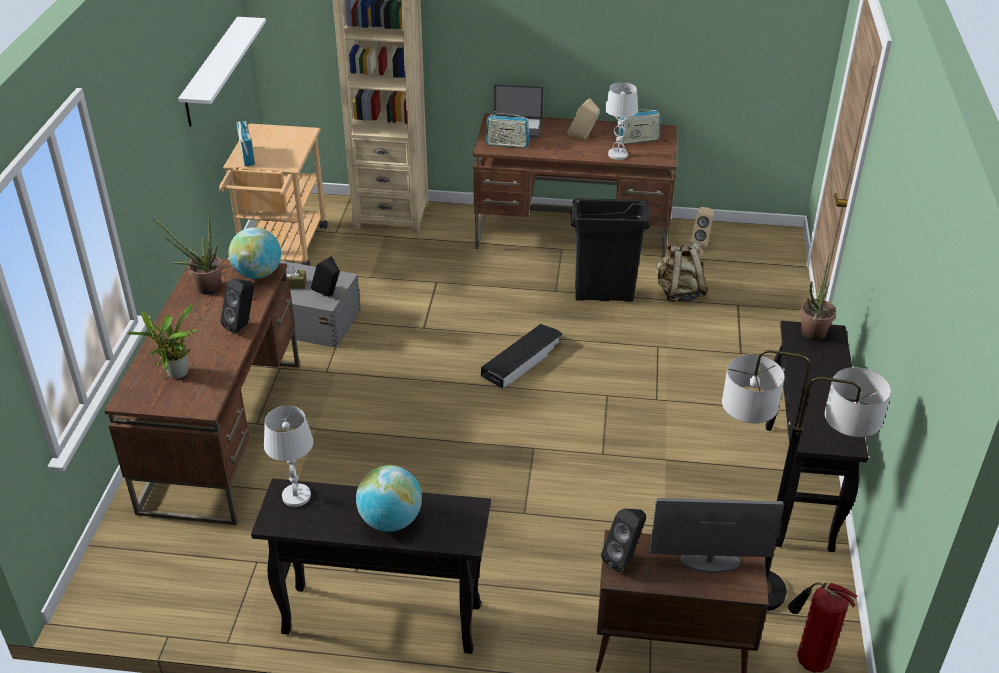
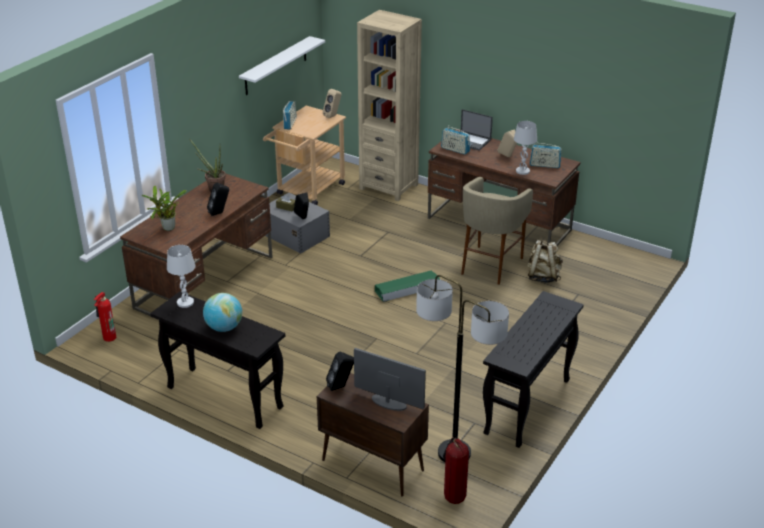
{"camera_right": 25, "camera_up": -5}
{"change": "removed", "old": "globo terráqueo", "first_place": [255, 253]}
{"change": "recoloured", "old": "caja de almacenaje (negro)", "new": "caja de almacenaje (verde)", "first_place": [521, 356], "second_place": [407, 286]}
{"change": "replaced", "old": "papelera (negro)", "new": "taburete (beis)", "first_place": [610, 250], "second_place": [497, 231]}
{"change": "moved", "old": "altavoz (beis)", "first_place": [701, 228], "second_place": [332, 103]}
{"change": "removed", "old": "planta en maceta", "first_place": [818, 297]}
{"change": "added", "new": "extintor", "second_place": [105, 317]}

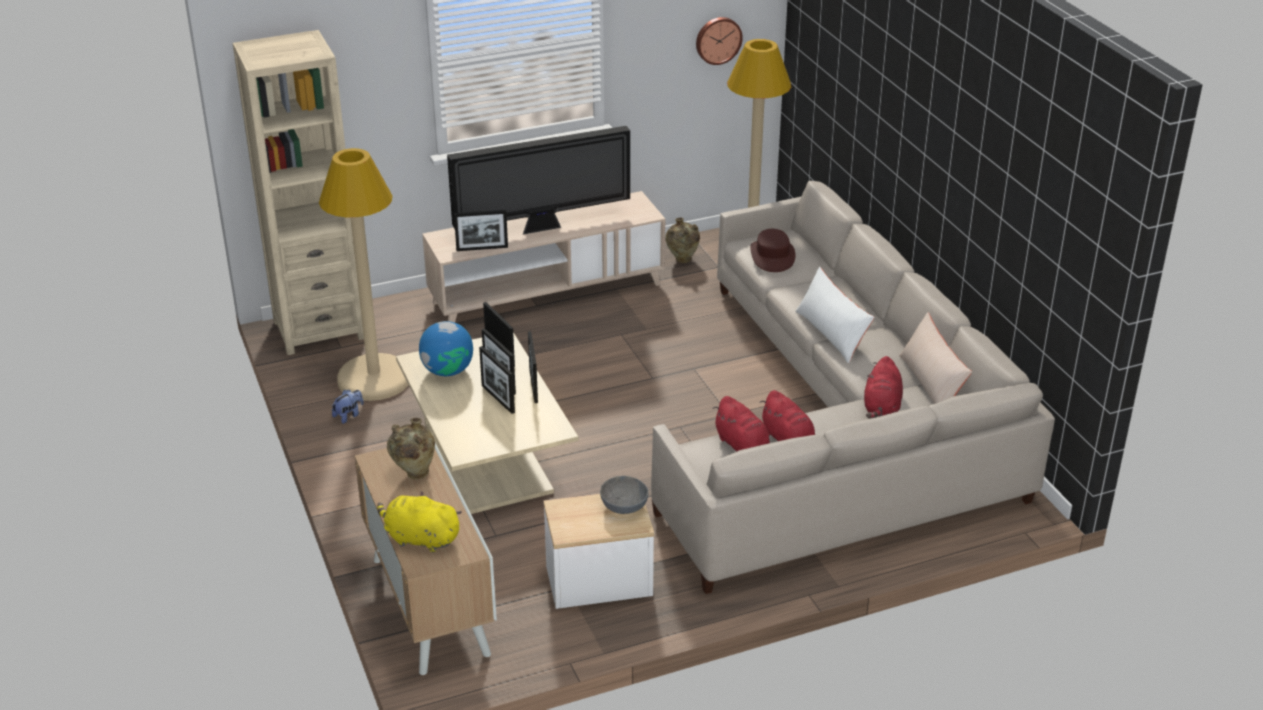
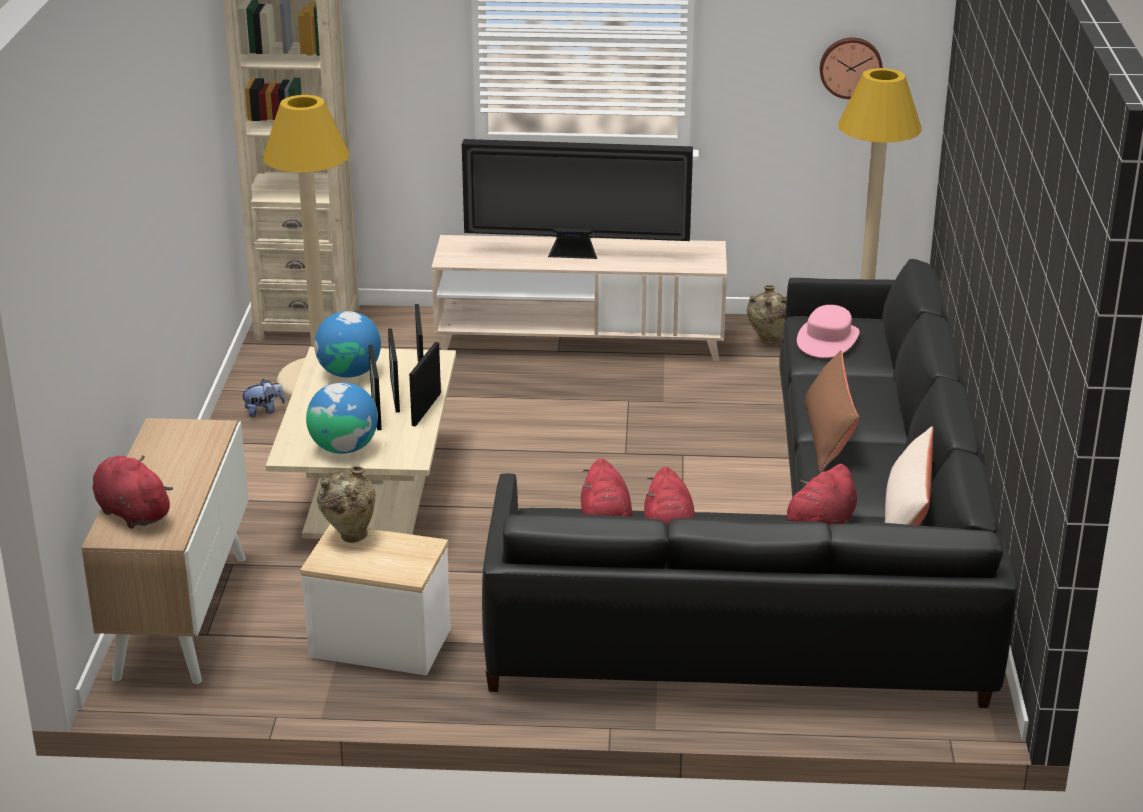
{"camera_right": 25, "camera_up": -5}
{"change": "recoloured", "old": "peluche (amarillo)", "new": "peluche (rojo)", "first_place": [419, 521], "second_place": [133, 492]}
{"change": "moved", "old": "florero (beis)", "first_place": [411, 448], "second_place": [346, 504]}
{"change": "removed", "old": "portarretratos", "first_place": [481, 230]}
{"change": "removed", "old": "cuenco (gris)", "first_place": [624, 495]}
{"change": "recoloured", "old": "sofá (beis)", "new": "sofá (negro)", "first_place": [853, 387], "second_place": [749, 483]}
{"change": "recoloured", "old": "sombrero (marrón)", "new": "sombrero (rosa)", "first_place": [773, 250], "second_place": [828, 331]}
{"change": "recoloured", "old": "cojín (blanco)", "new": "cojín (marrón)", "first_place": [835, 315], "second_place": [831, 411]}
{"change": "added", "new": "globo terráqueo", "second_place": [342, 418]}

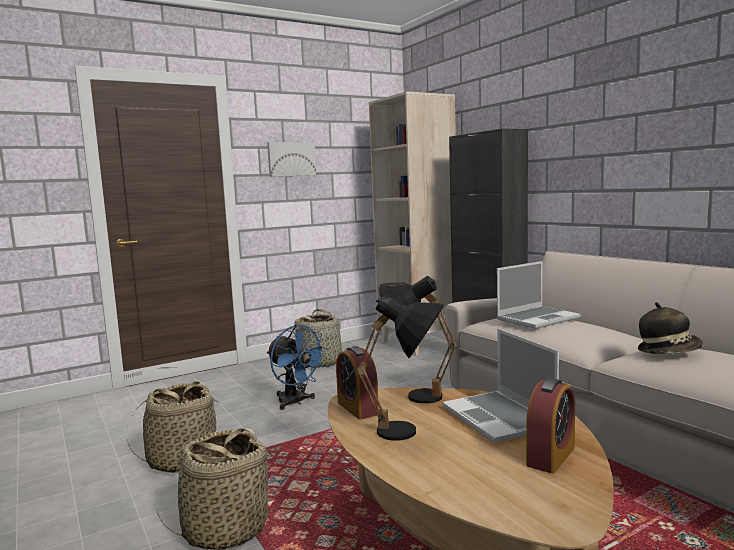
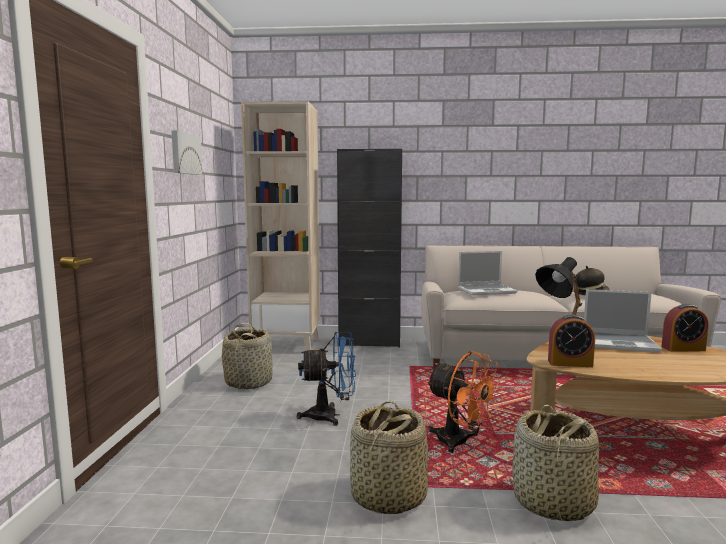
{"camera_right": -55, "camera_up": 0}
{"change": "removed", "old": "lámpara de mesa (negro)", "first_place": [400, 367]}
{"change": "turned", "old": "portátil", "first_place": [539, 295], "second_place": [487, 273], "degrees": 75}
{"change": "turned", "old": "despertador", "first_place": [550, 425], "second_place": [685, 328], "degrees": 105}
{"change": "added", "new": "ventilador (naranja)", "second_place": [463, 402]}

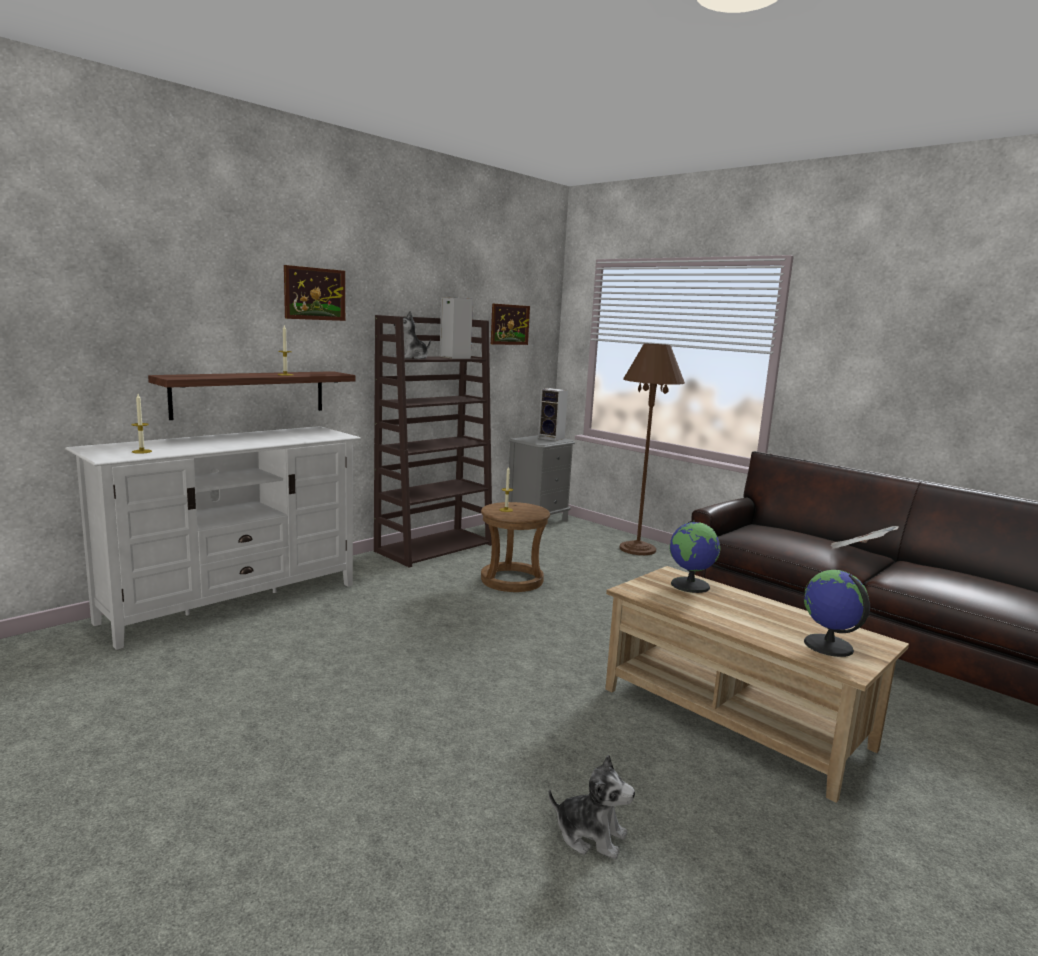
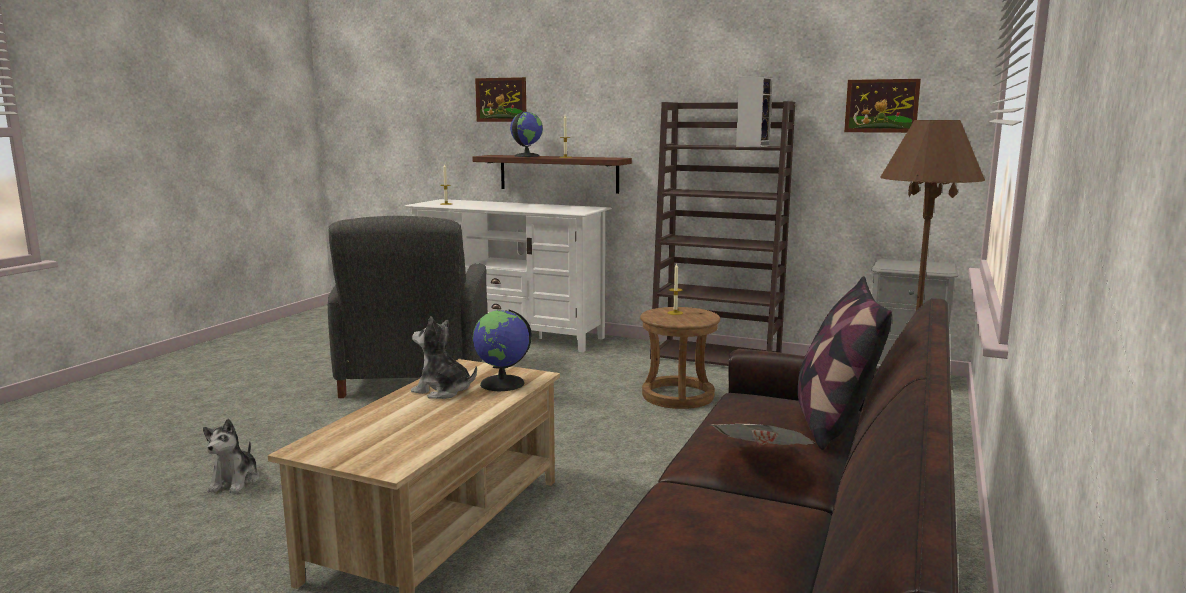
{"camera_right": 70, "camera_up": 0}
{"change": "moved", "old": "cuadro", "first_place": [314, 293], "second_place": [500, 99]}
{"change": "moved", "old": "peluche", "first_place": [412, 335], "second_place": [444, 357]}
{"change": "removed", "old": "altavoz", "first_place": [553, 414]}
{"change": "moved", "old": "globo terráqueo", "first_place": [837, 613], "second_place": [526, 134]}
{"change": "added", "new": "sillón (gris)", "second_place": [407, 307]}
{"change": "added", "new": "cojín", "second_place": [845, 363]}

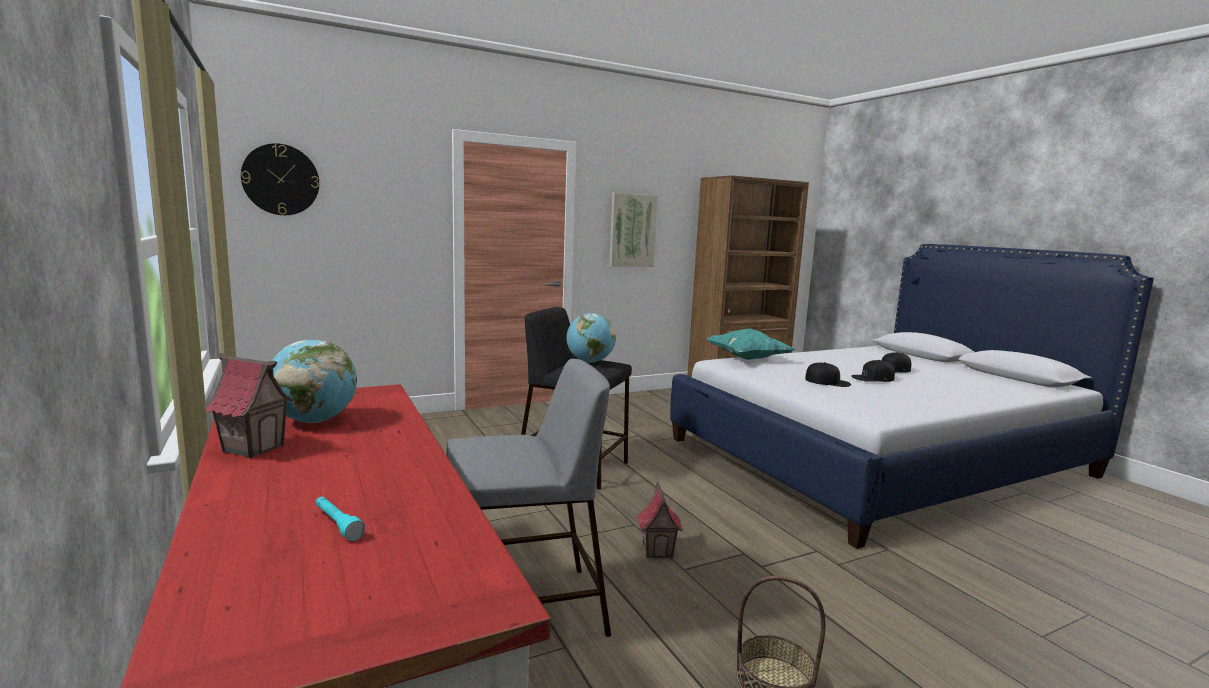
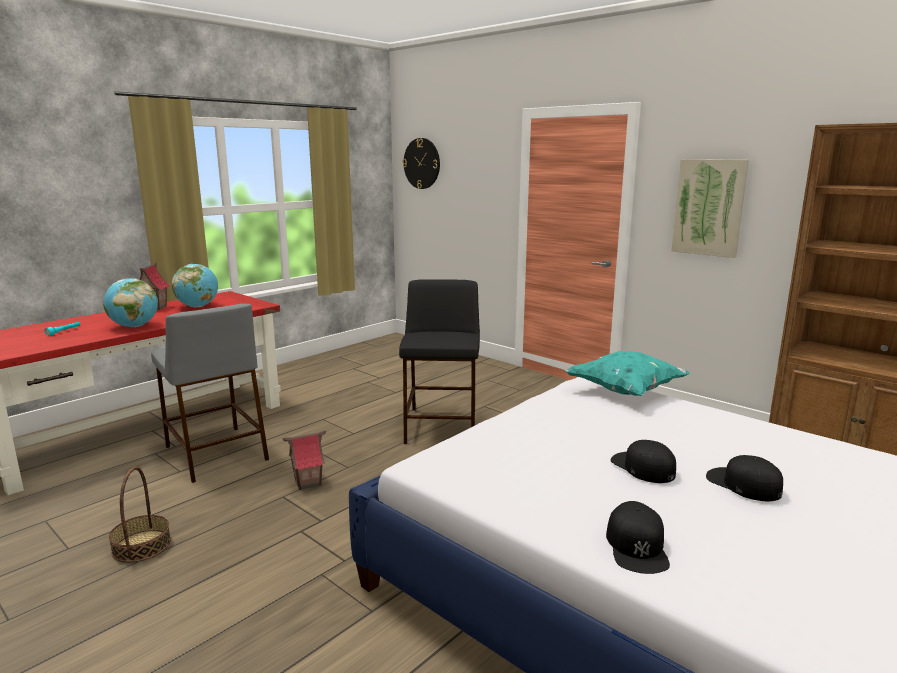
{"camera_right": 70, "camera_up": 5}
{"change": "moved", "old": "globo terráqueo", "first_place": [591, 338], "second_place": [130, 302]}
{"change": "moved", "old": "gorra (negro)", "first_place": [828, 374], "second_place": [638, 537]}

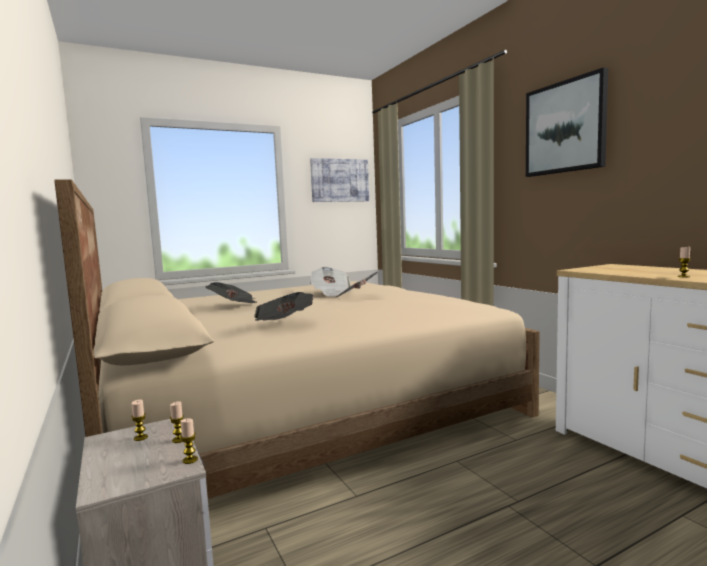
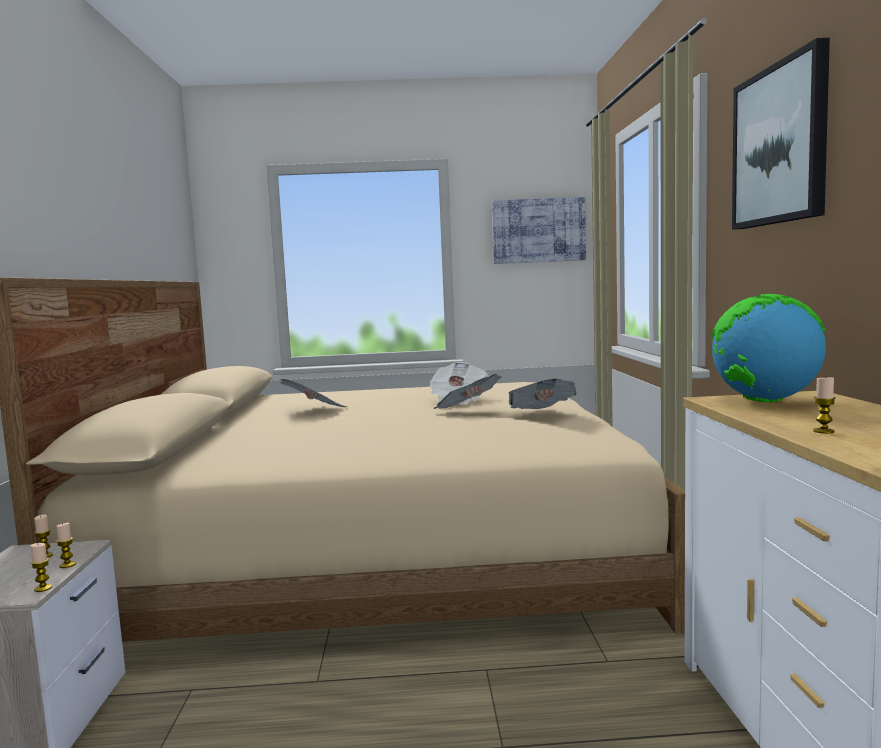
{"camera_right": 25, "camera_up": 0}
{"change": "moved", "old": "periódico", "first_place": [283, 306], "second_place": [543, 394]}
{"change": "added", "new": "globo terráqueo", "second_place": [768, 348]}

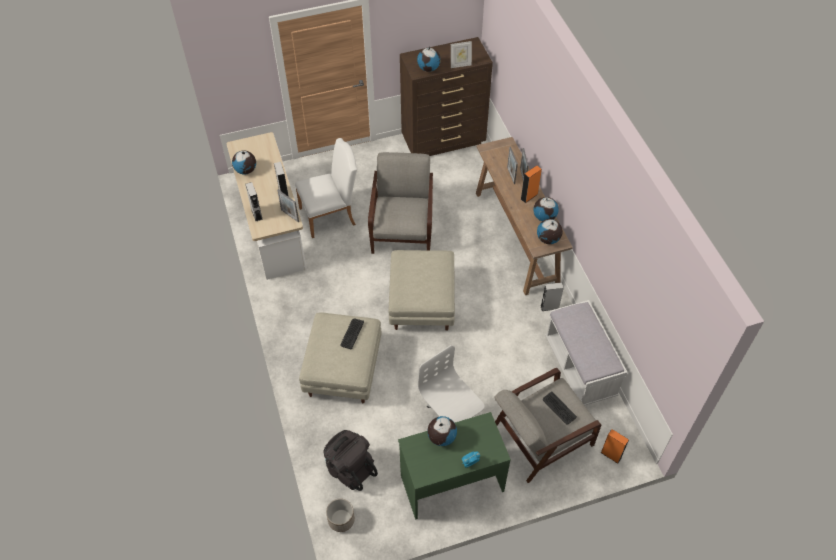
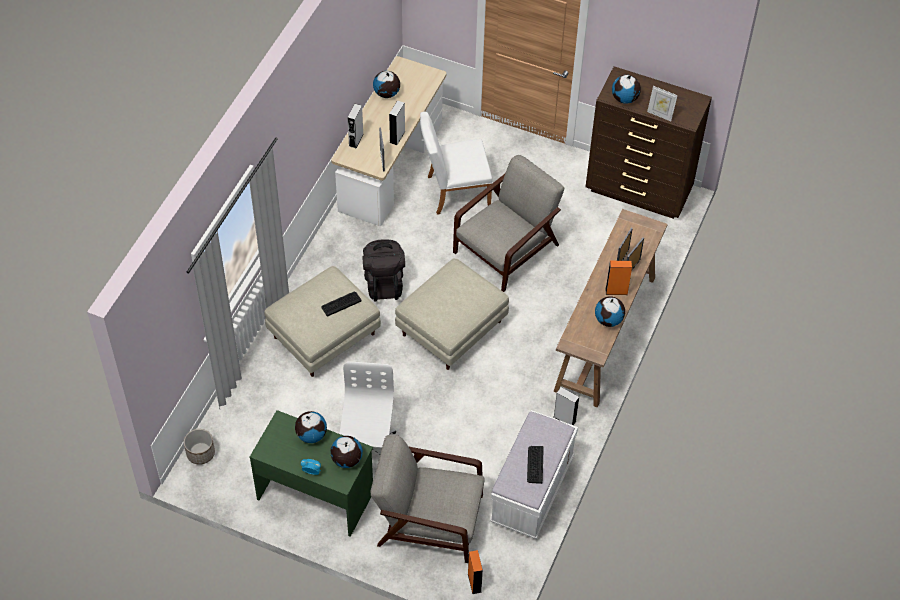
{"camera_right": 40, "camera_up": 0}
{"change": "turned", "old": "silla (blanco)", "first_place": [326, 188], "second_place": [456, 163], "degrees": 150}
{"change": "moved", "old": "mochila (negro)", "first_place": [350, 460], "second_place": [383, 270]}
{"change": "moved", "old": "globo terráqueo", "first_place": [550, 231], "second_place": [346, 452]}
{"change": "moved", "old": "teclado", "first_place": [560, 408], "second_place": [535, 465]}

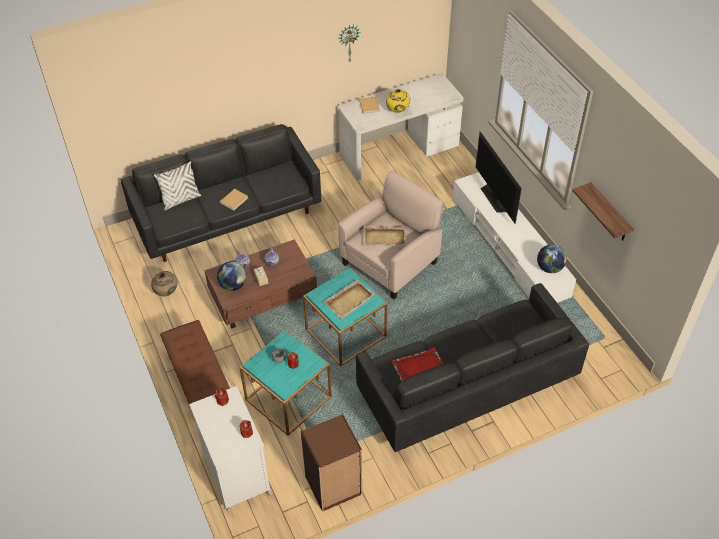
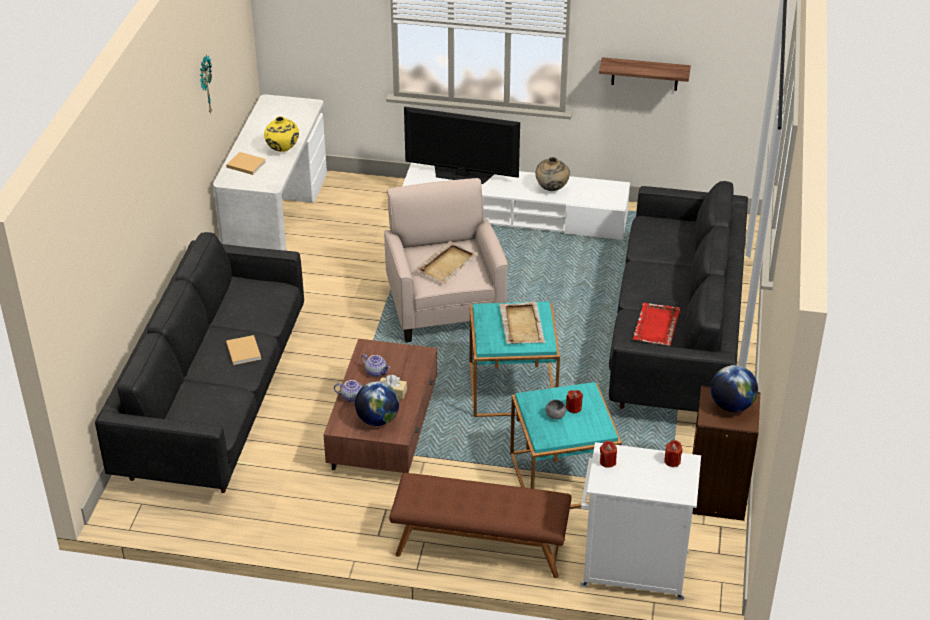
{"camera_right": -55, "camera_up": -10}
{"change": "moved", "old": "florero (beis)", "first_place": [164, 284], "second_place": [552, 174]}
{"change": "removed", "old": "cojín (blanco)", "first_place": [177, 185]}
{"change": "moved", "old": "globo terráqueo", "first_place": [552, 258], "second_place": [734, 388]}

